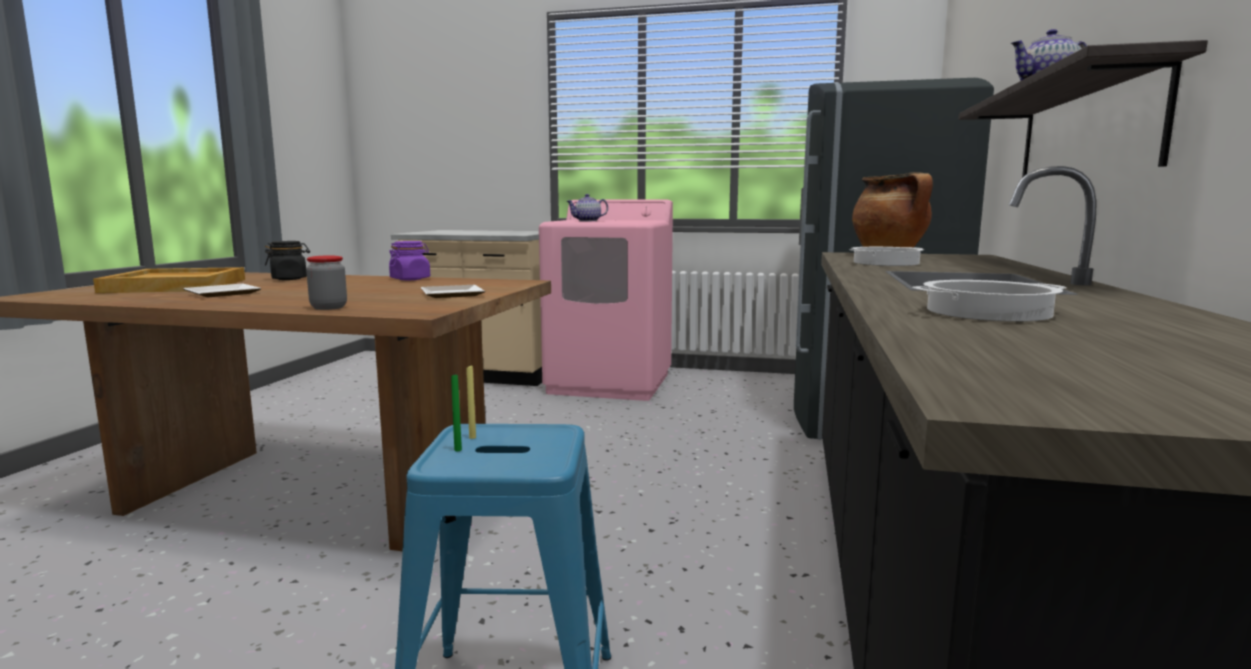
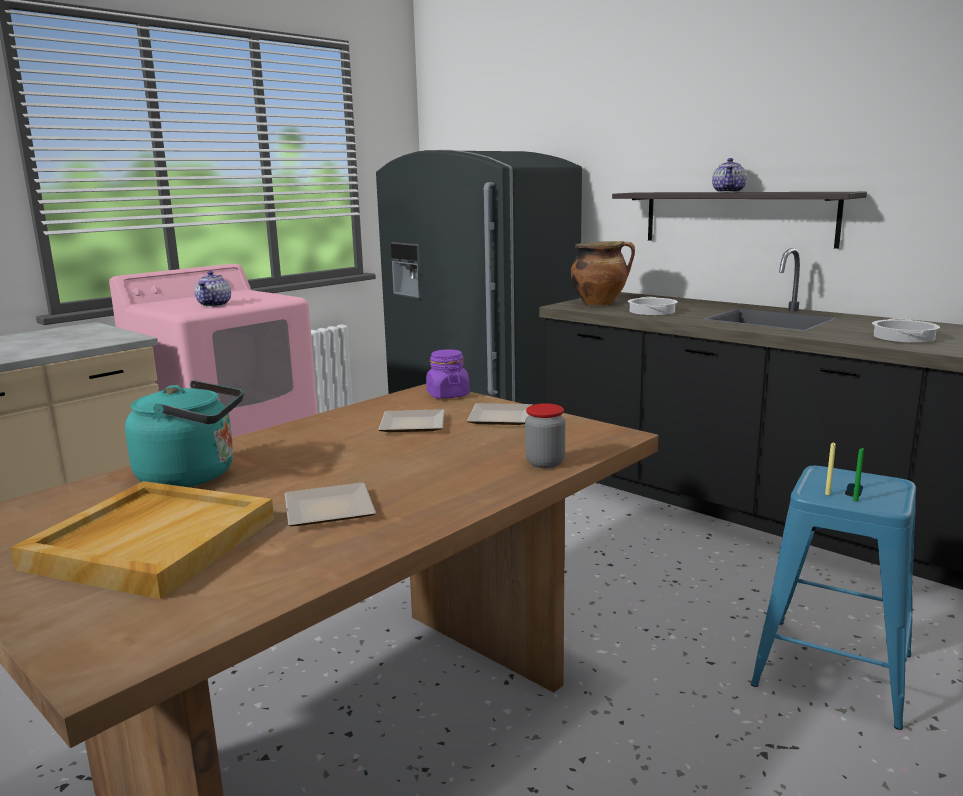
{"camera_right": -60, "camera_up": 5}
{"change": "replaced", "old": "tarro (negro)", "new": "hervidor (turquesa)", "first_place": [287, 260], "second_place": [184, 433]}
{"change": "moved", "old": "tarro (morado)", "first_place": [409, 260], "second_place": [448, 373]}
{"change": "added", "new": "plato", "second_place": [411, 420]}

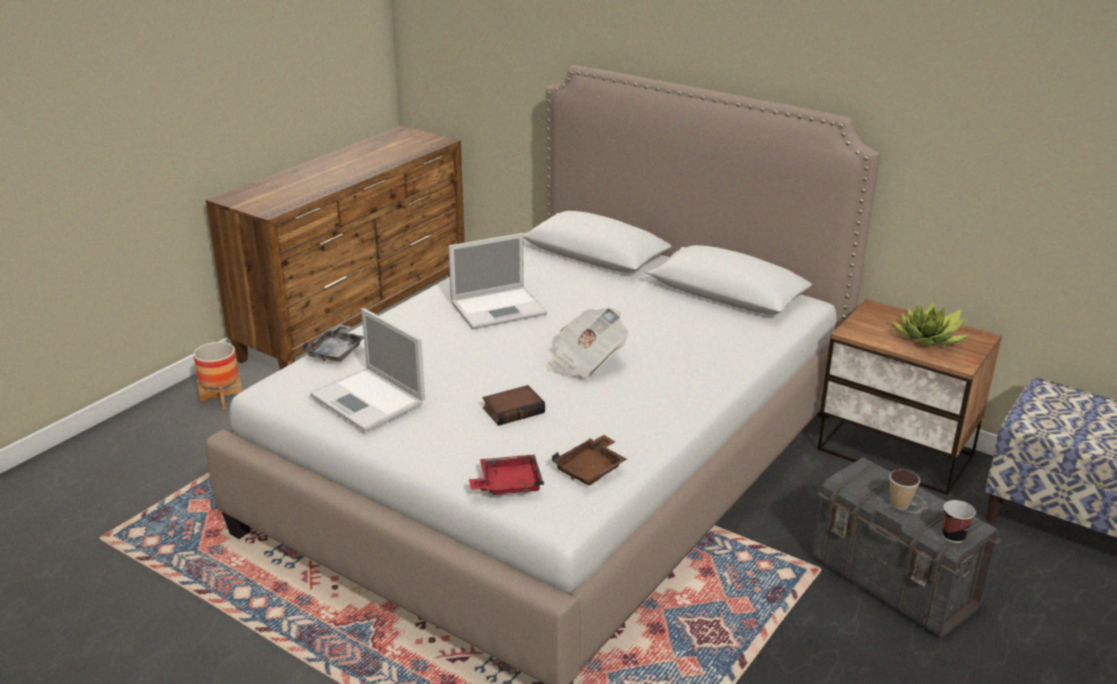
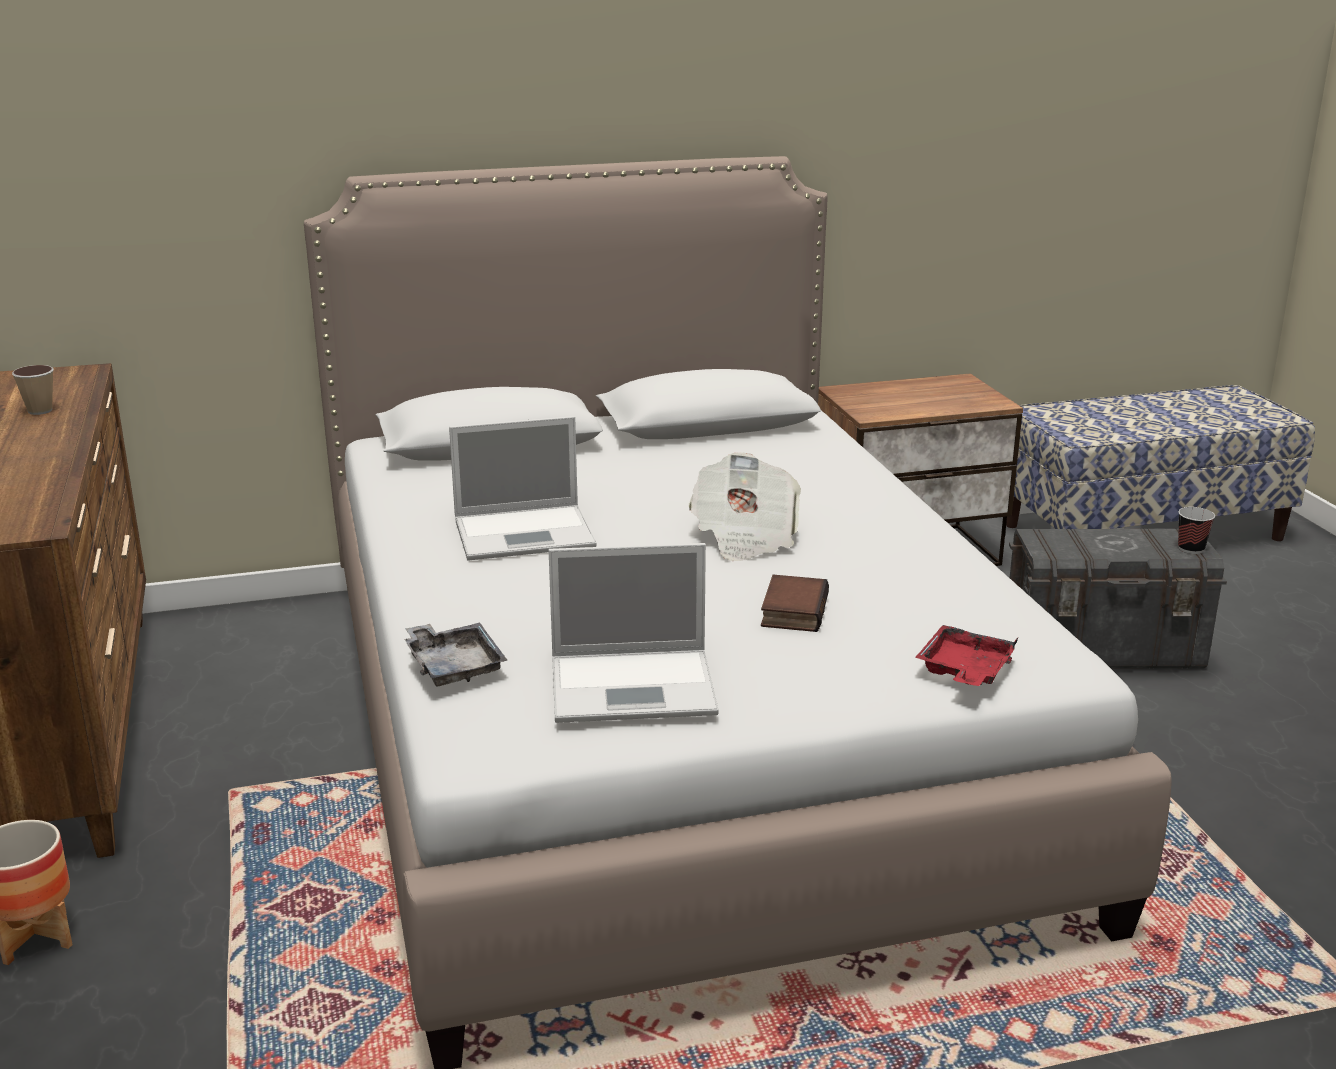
{"camera_right": -50, "camera_up": -5}
{"change": "turned", "old": "portátil", "first_place": [497, 281], "second_place": [522, 488], "degrees": 60}
{"change": "removed", "old": "bandeja (marrón)", "first_place": [589, 460]}
{"change": "moved", "old": "taza", "first_place": [904, 490], "second_place": [33, 390]}
{"change": "removed", "old": "planta en maceta", "first_place": [931, 324]}

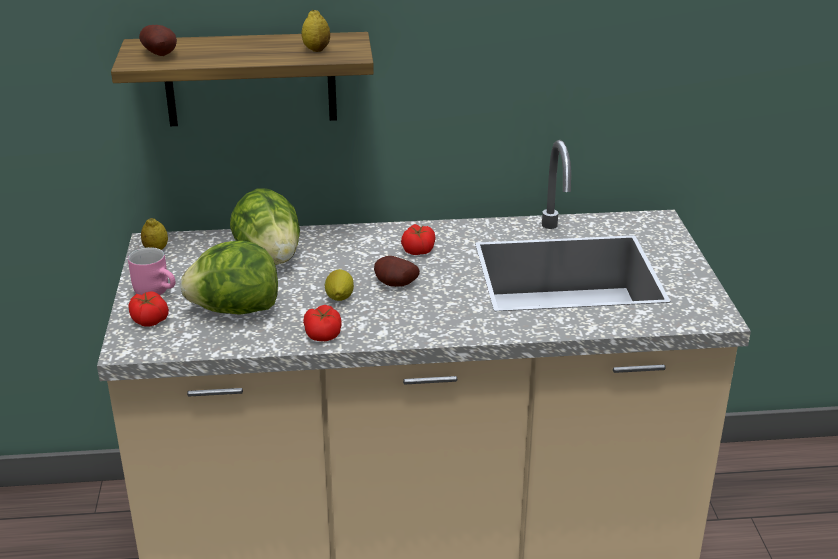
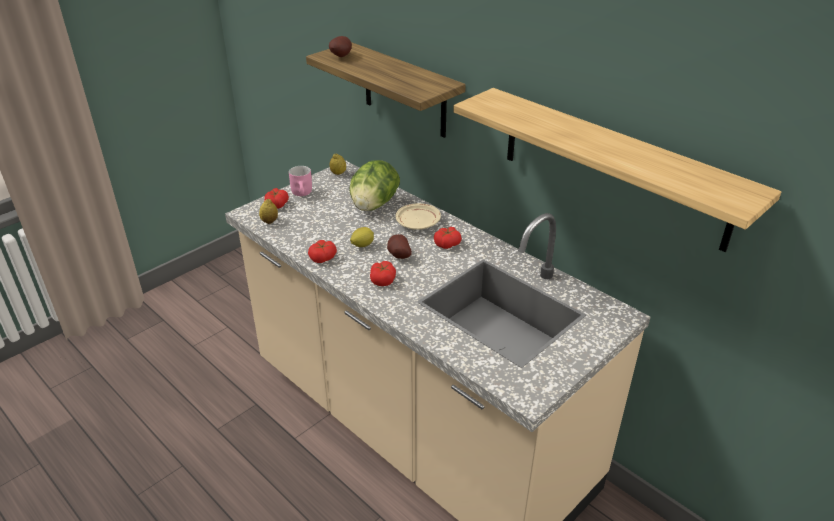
{"camera_right": 50, "camera_up": 5}
{"change": "removed", "old": "lechuga", "first_place": [229, 278]}
{"change": "moved", "old": "limón", "first_place": [316, 31], "second_place": [268, 211]}
{"change": "added", "new": "tomate", "second_place": [383, 273]}
{"change": "added", "new": "plato (beis)", "second_place": [418, 216]}
{"change": "added", "new": "estante", "second_place": [617, 170]}

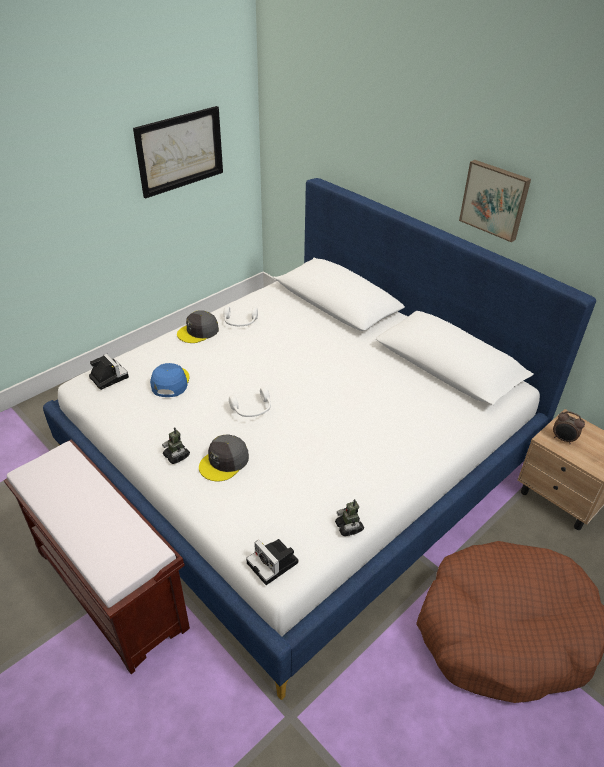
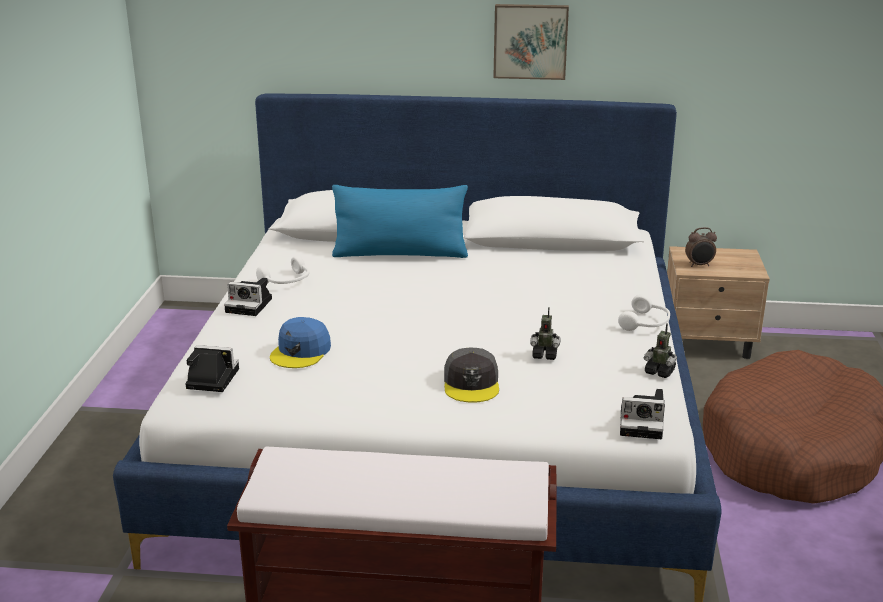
{"camera_right": -40, "camera_up": -15}
{"change": "removed", "old": "cuadro", "first_place": [178, 152]}
{"change": "turned", "old": "gorra (azul)", "first_place": [170, 380], "second_place": [300, 342], "degrees": -120}
{"change": "moved", "old": "robot de juguete", "first_place": [176, 445], "second_place": [545, 333]}
{"change": "replaced", "old": "gorra (gris)", "new": "cámara", "first_place": [198, 326], "second_place": [248, 297]}
{"change": "moved", "old": "auriculares (blanco)", "first_place": [250, 402], "second_place": [644, 312]}
{"change": "added", "new": "cojín (azul)", "second_place": [400, 221]}

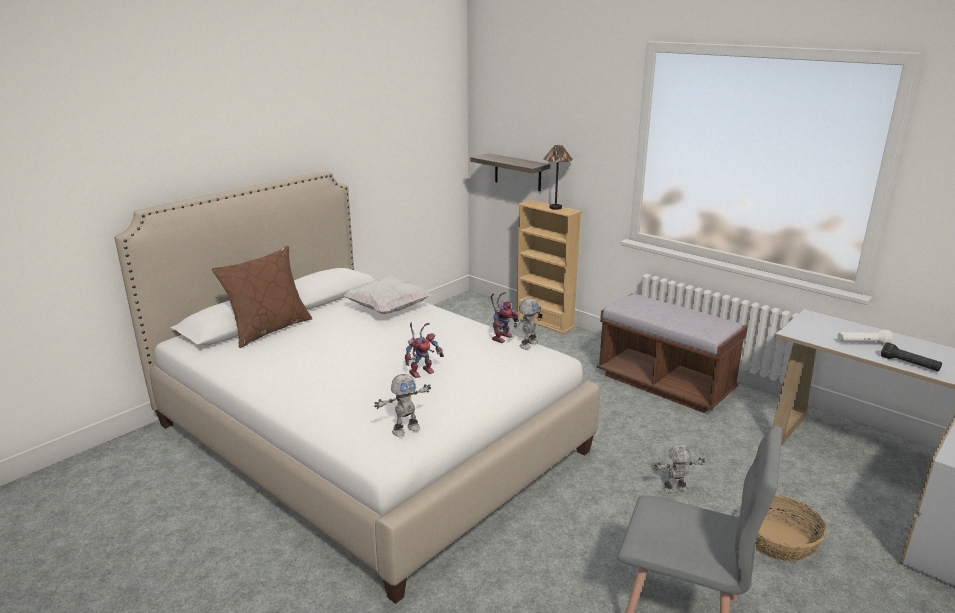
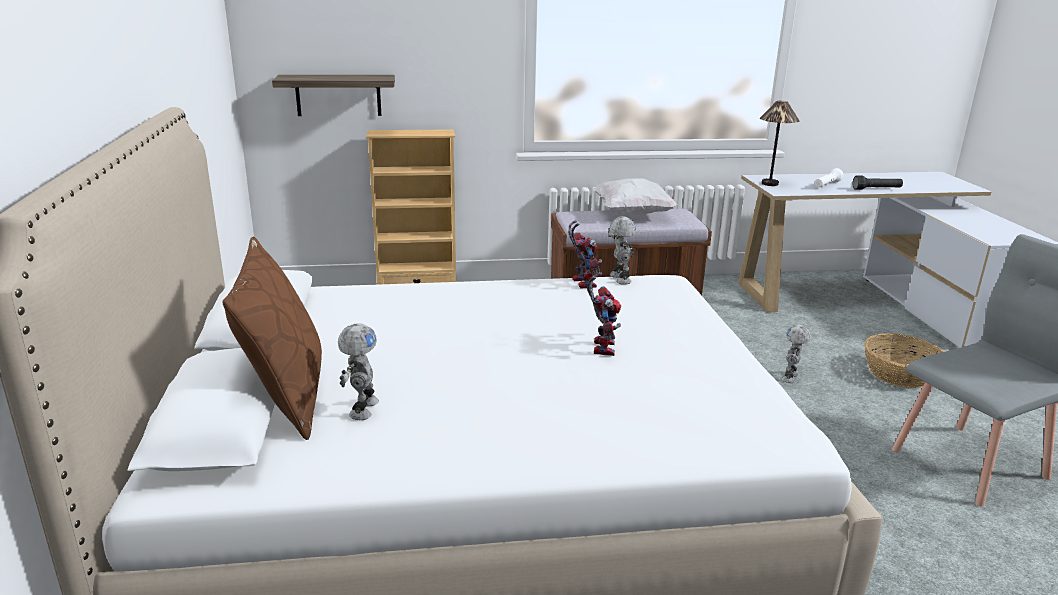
{"camera_right": -50, "camera_up": 0}
{"change": "moved", "old": "cojín (blanco)", "first_place": [387, 295], "second_place": [635, 196]}
{"change": "moved", "old": "robot de juguete", "first_place": [402, 405], "second_place": [358, 371]}
{"change": "moved", "old": "lámpara de mesa", "first_place": [558, 177], "second_place": [779, 143]}

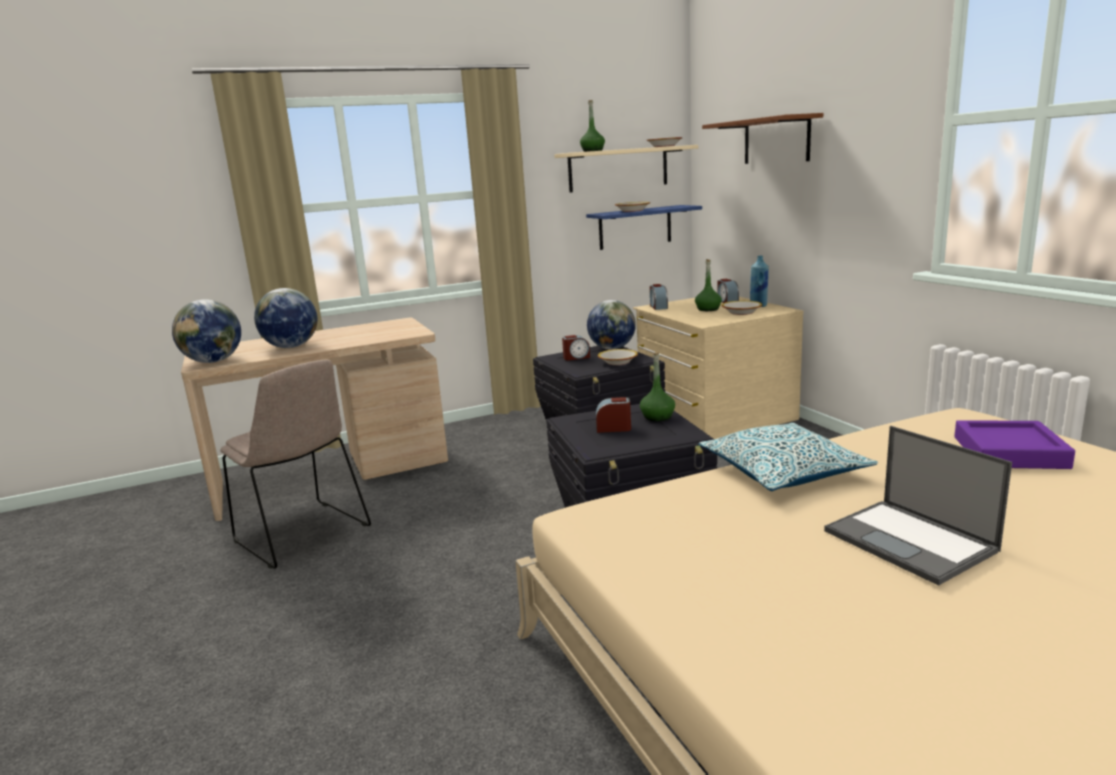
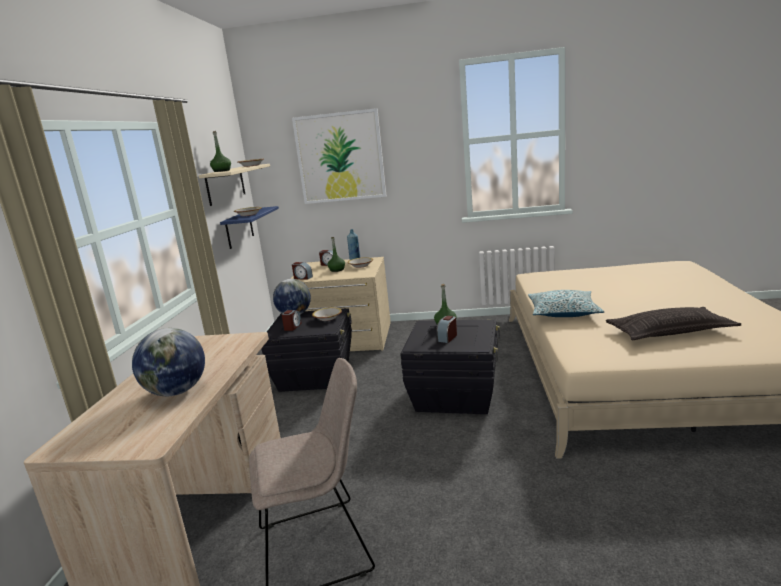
{"camera_right": -60, "camera_up": 0}
{"change": "removed", "old": "globo terráqueo", "first_place": [206, 331]}
{"change": "replaced", "old": "estante (marrón)", "new": "cuadro", "first_place": [762, 138], "second_place": [339, 156]}
{"change": "removed", "old": "portátil", "first_place": [918, 506]}
{"change": "removed", "old": "bandeja (morado)", "first_place": [1014, 444]}
{"change": "added", "new": "cojín", "second_place": [674, 323]}

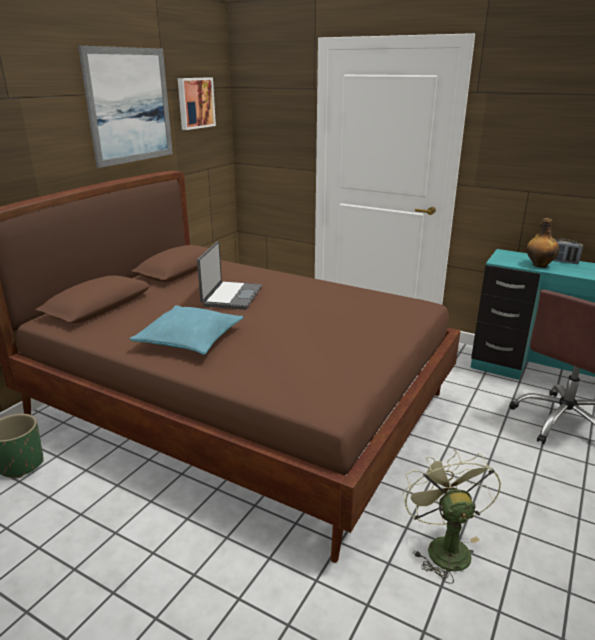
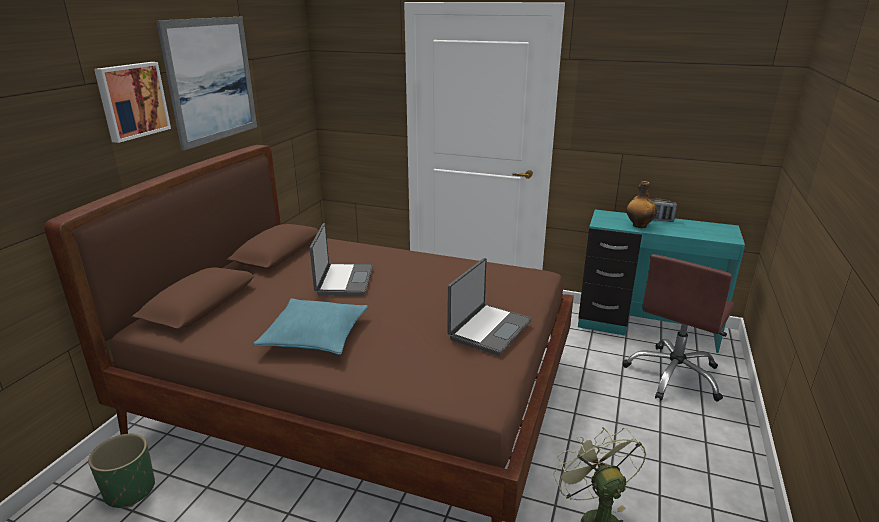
{"camera_right": -10, "camera_up": 0}
{"change": "moved", "old": "cuadro", "first_place": [197, 103], "second_place": [132, 102]}
{"change": "added", "new": "portátil", "second_place": [489, 306]}

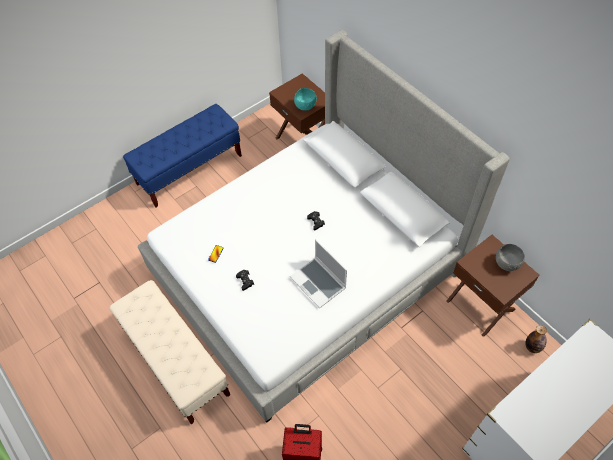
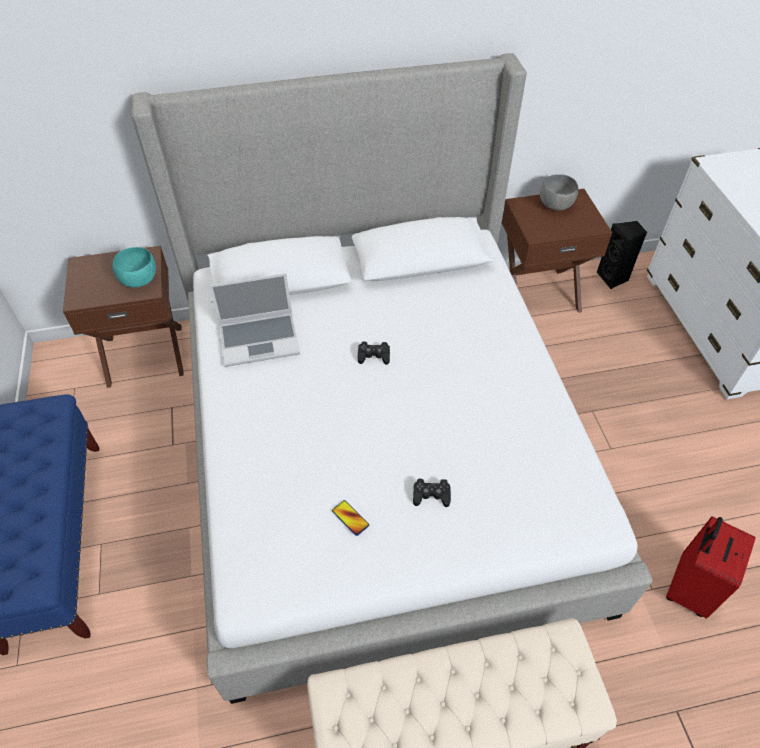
{"camera_right": -65, "camera_up": -5}
{"change": "moved", "old": "portátil", "first_place": [318, 273], "second_place": [254, 320]}
{"change": "replaced", "old": "botella", "new": "altavoz (negro)", "first_place": [536, 339], "second_place": [622, 255]}

